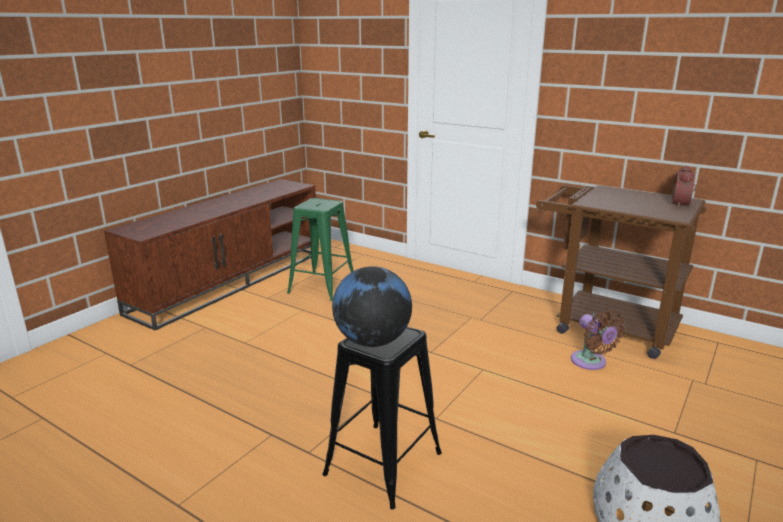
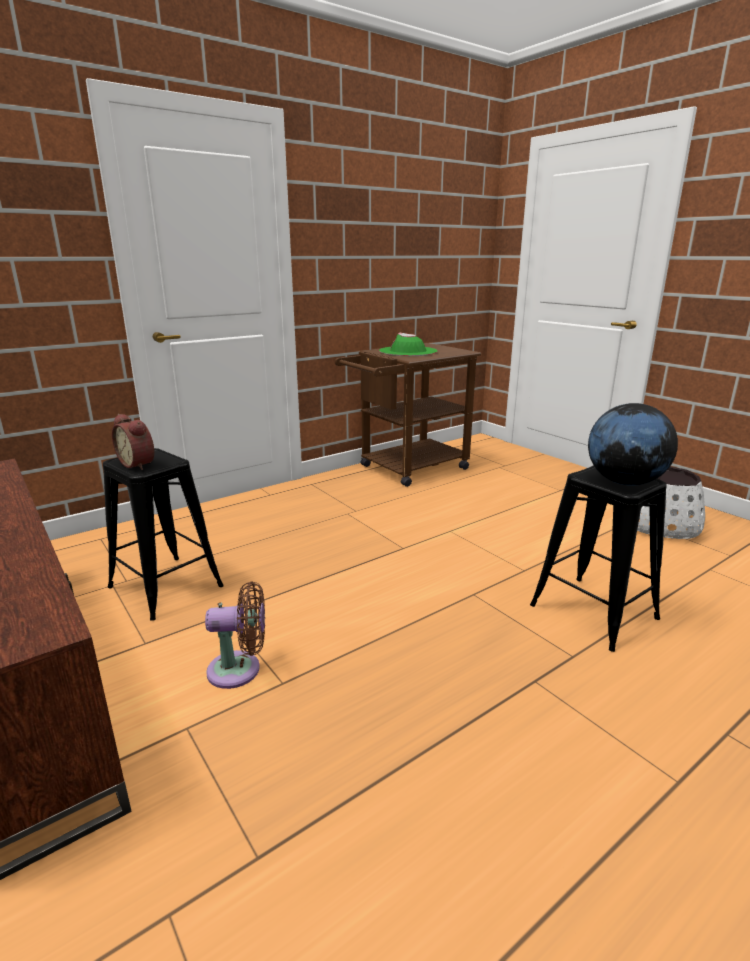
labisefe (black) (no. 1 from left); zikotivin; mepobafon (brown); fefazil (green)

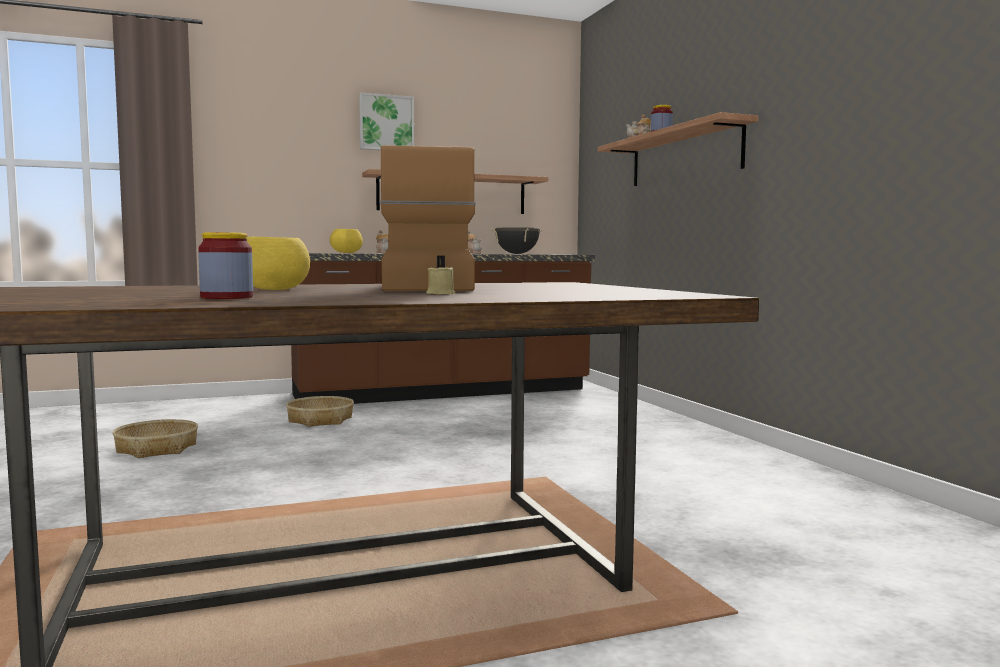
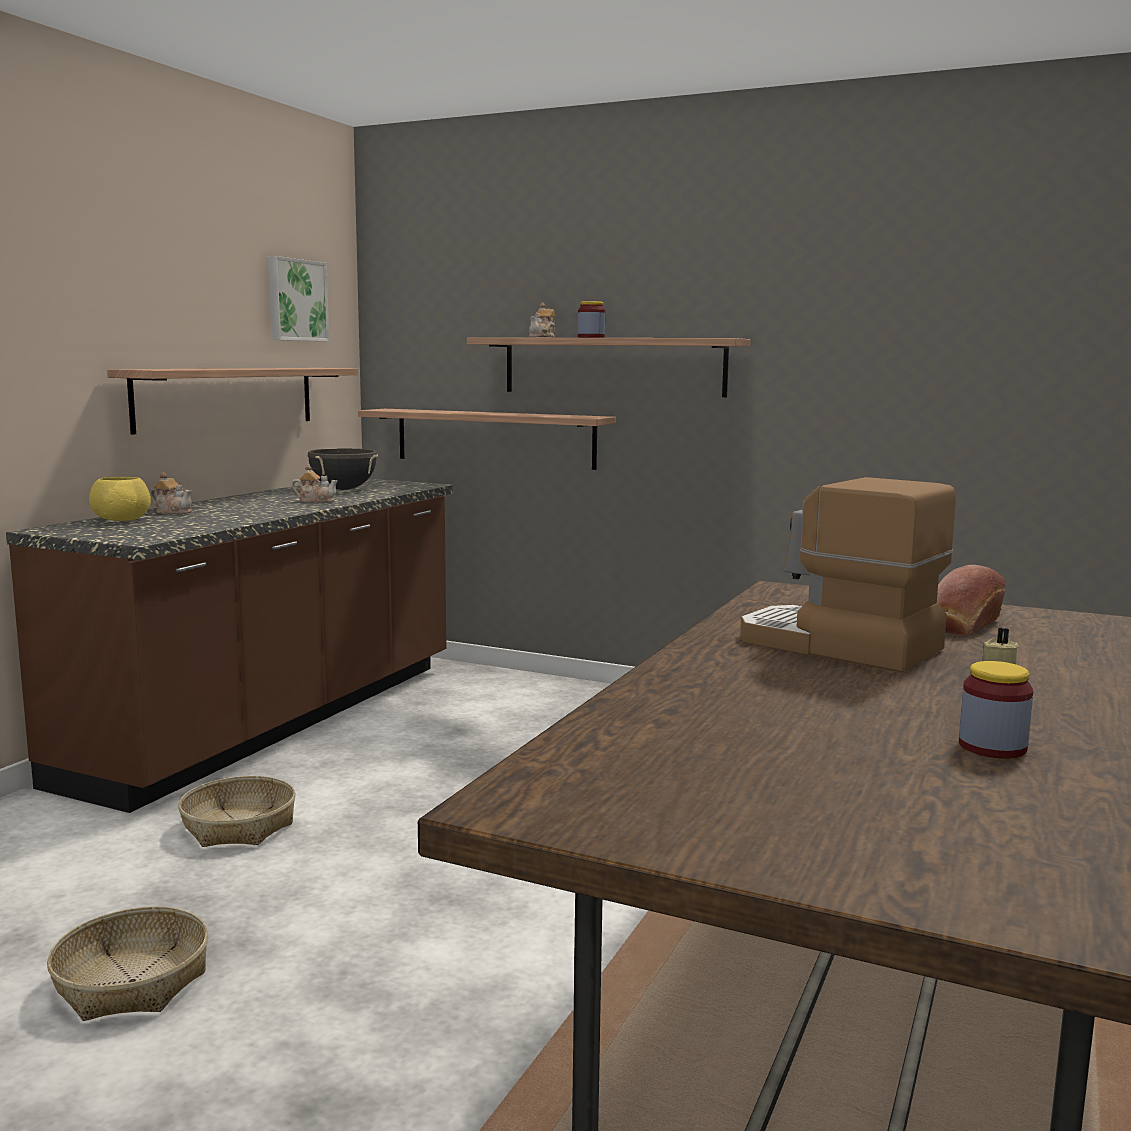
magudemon; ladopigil (no. 2 from left); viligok; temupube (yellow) (no. 1 from left in the first image)

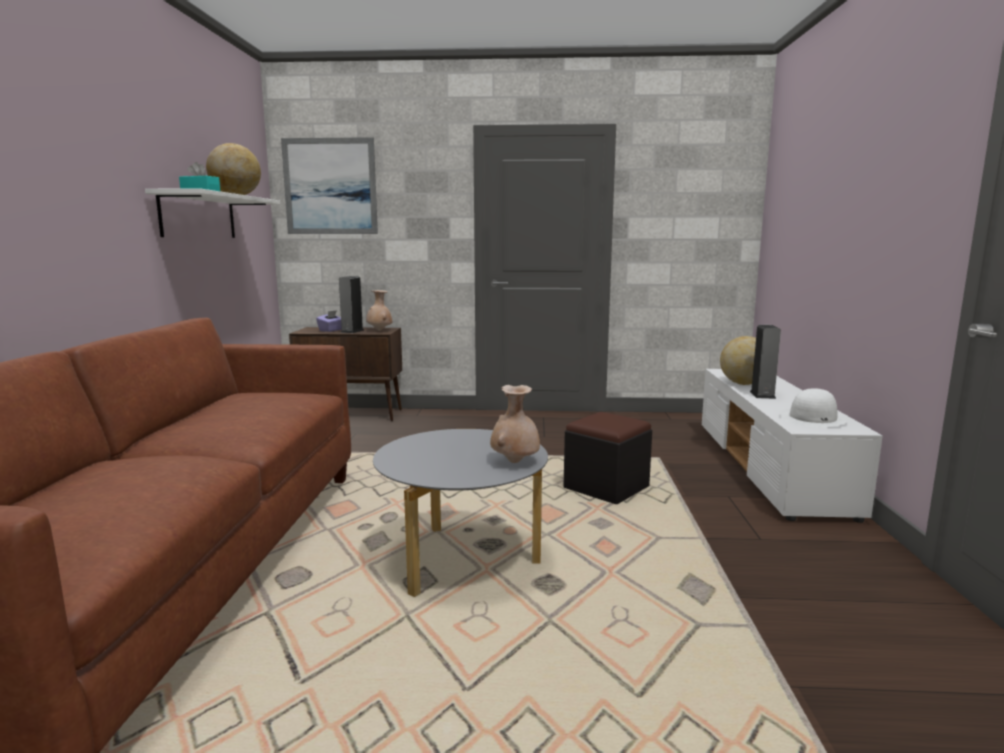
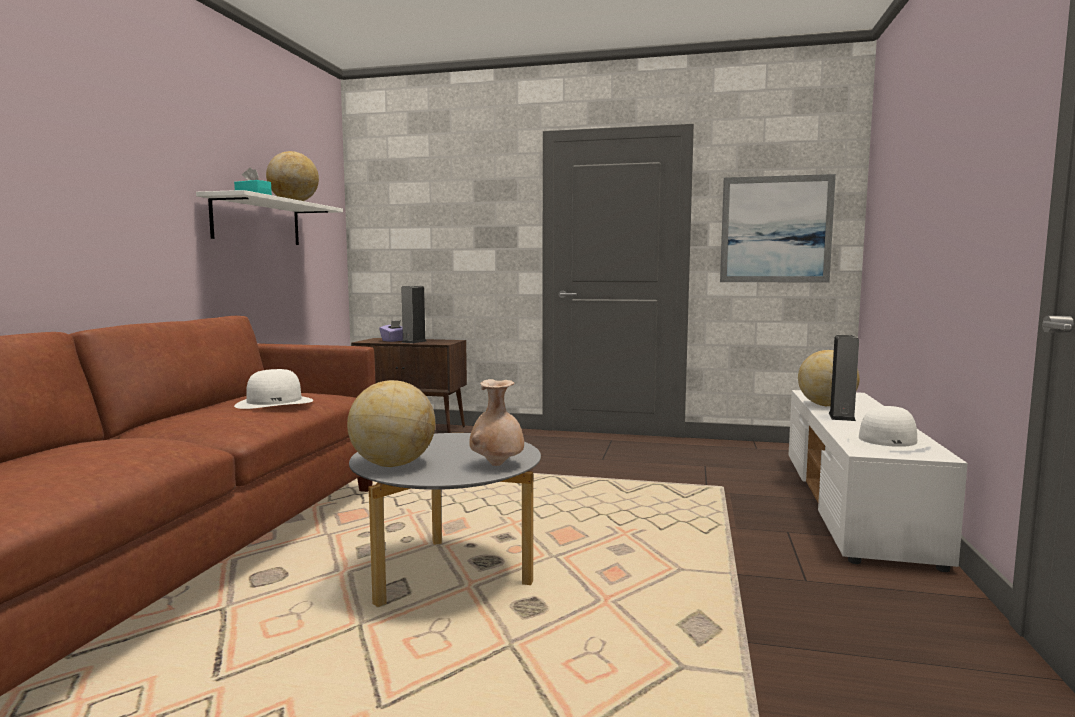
fefazil (white) (no. 1 from left); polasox (no. 2 from left); magudemon; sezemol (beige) (no. 1 from left in the first image); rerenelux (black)

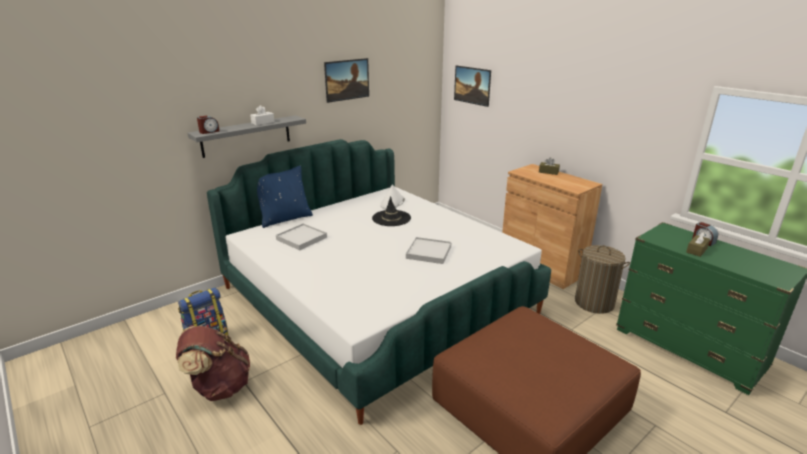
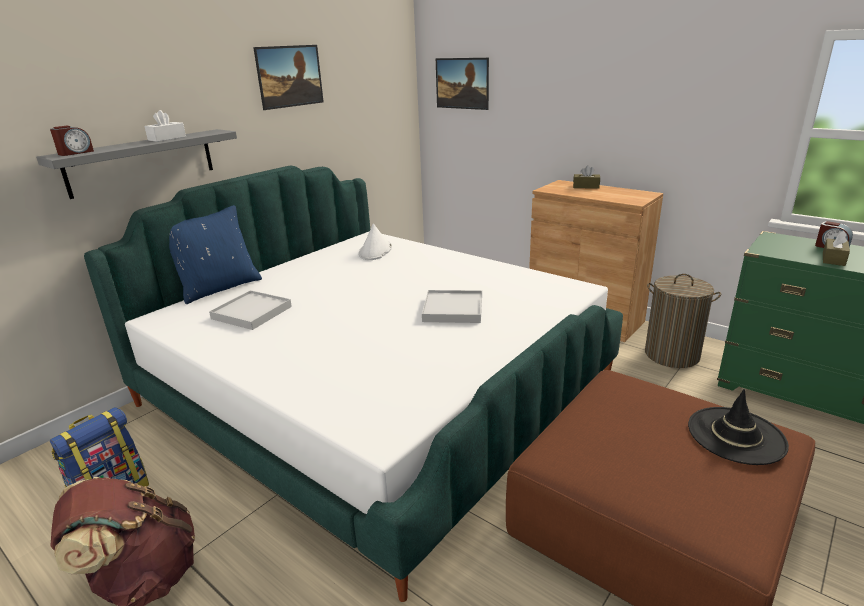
fefazil (black)

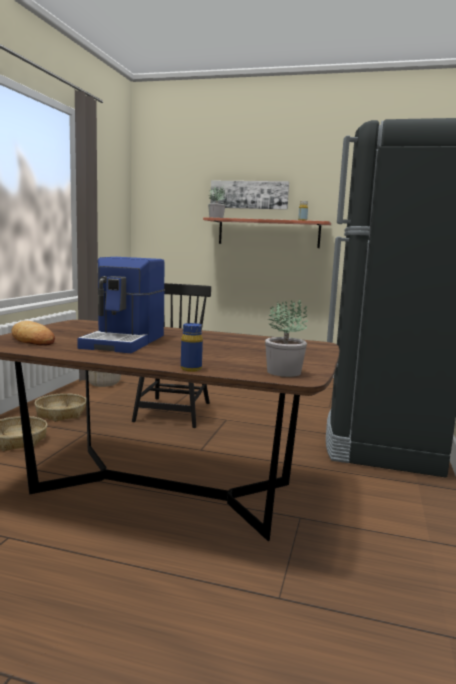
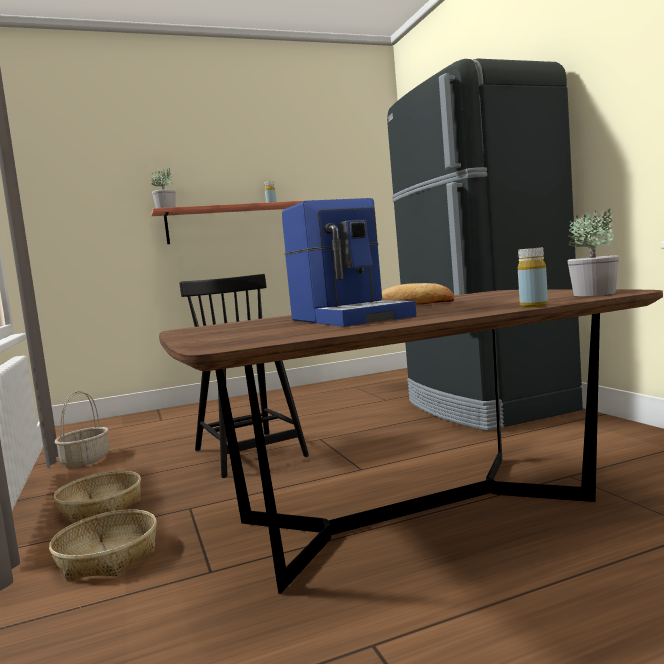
viligok; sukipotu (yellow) (no. 2 from left); magudemon

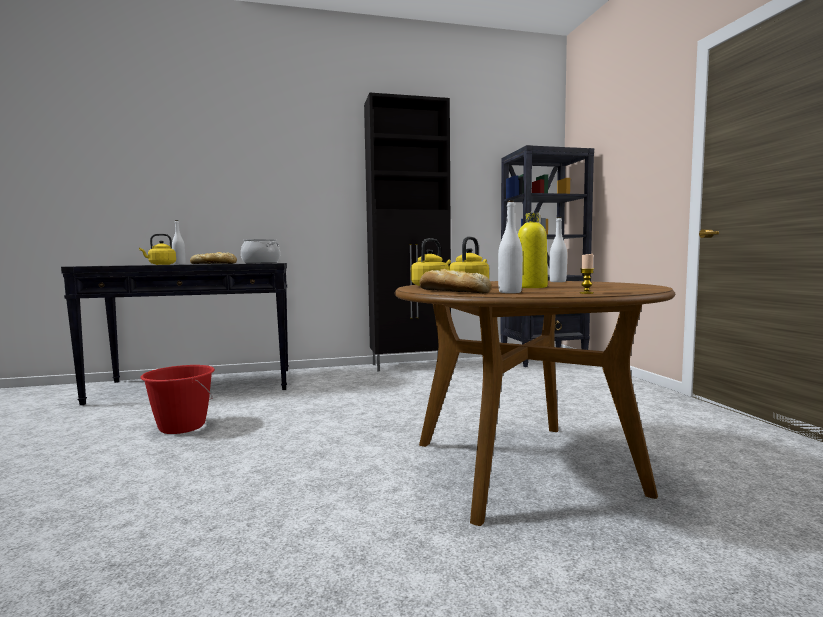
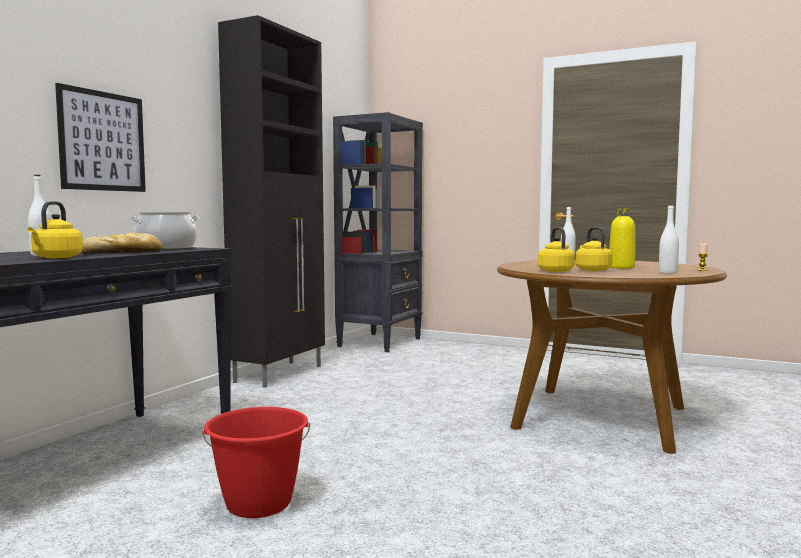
magudemon; viligok (no. 2 from left in the first image)

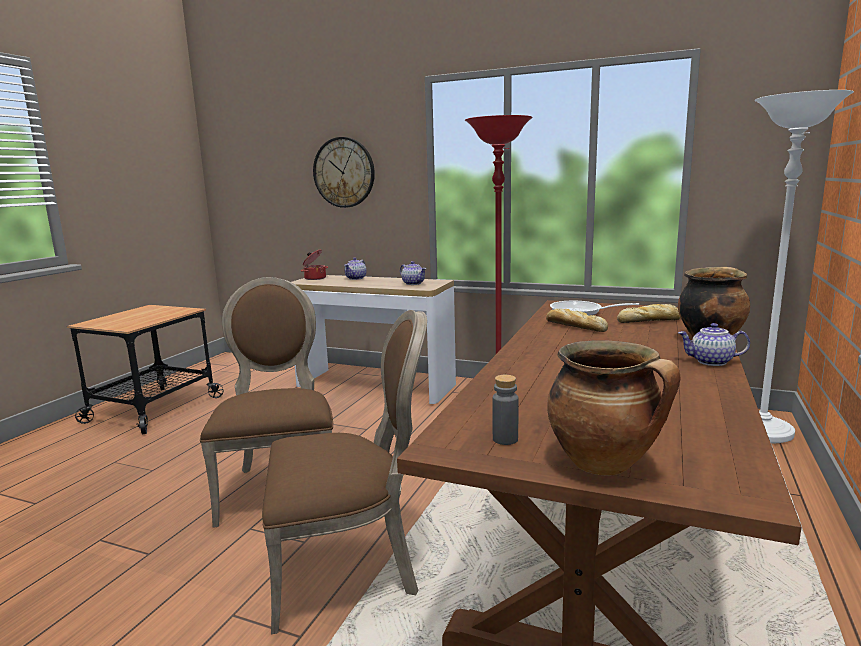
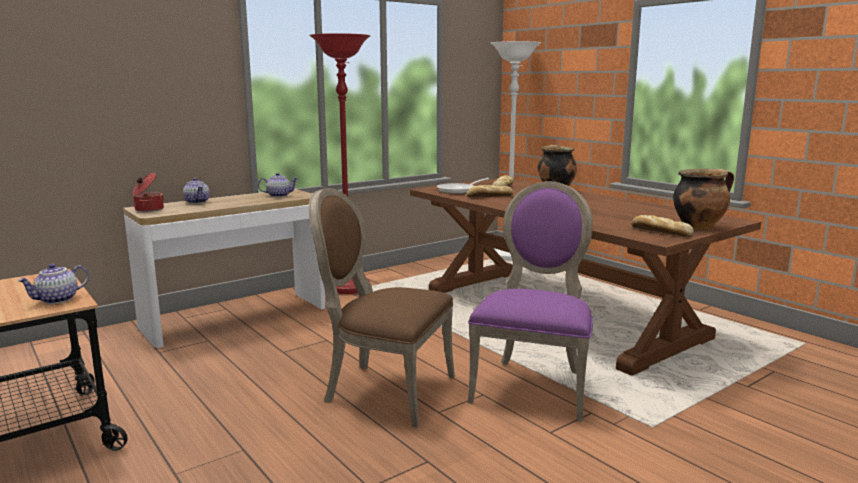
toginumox (no. 1 from left); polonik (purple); viligok (no. 3 from left); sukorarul

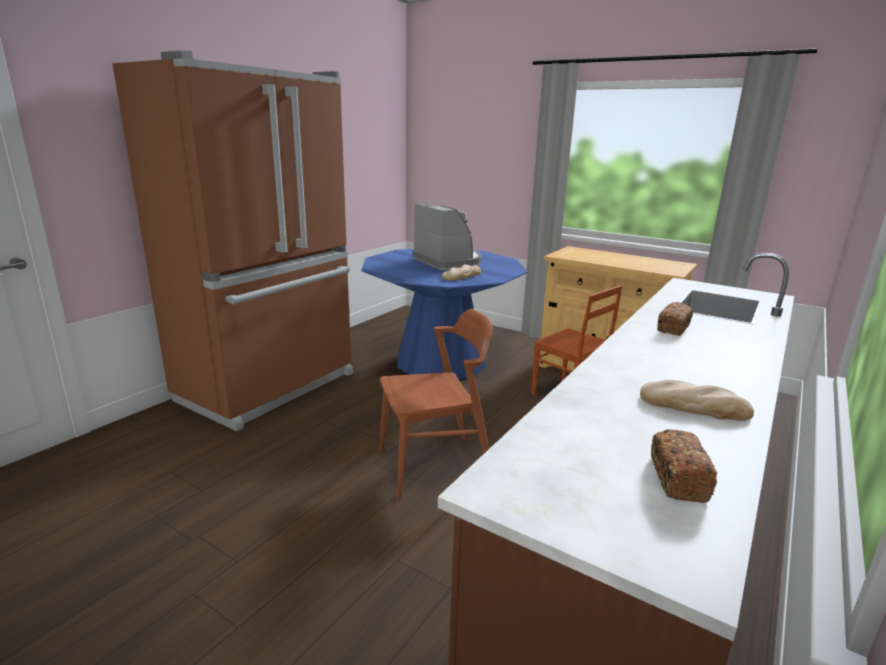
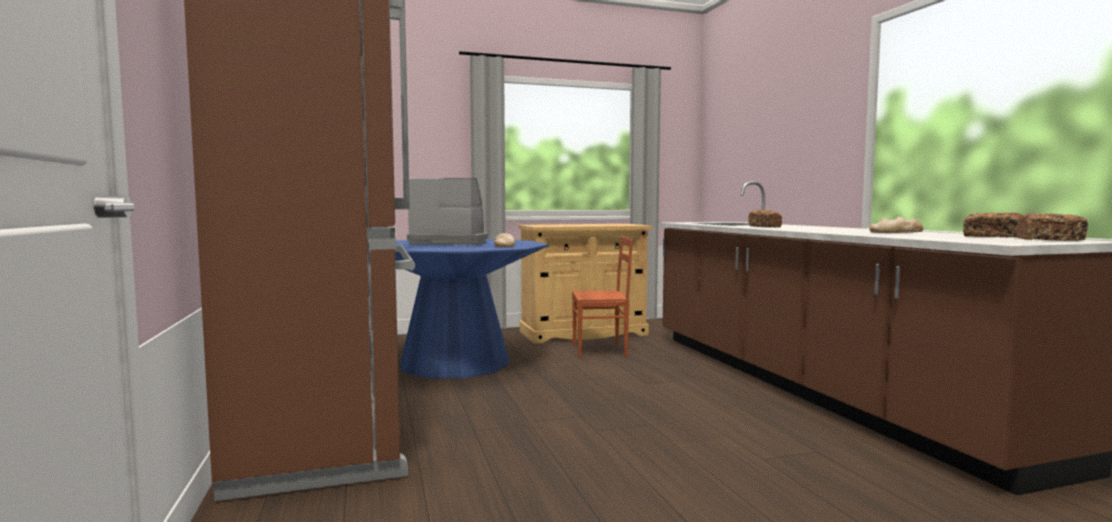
viligok (no. 5 from left); polonik (brown) (no. 1 from left in the first image)

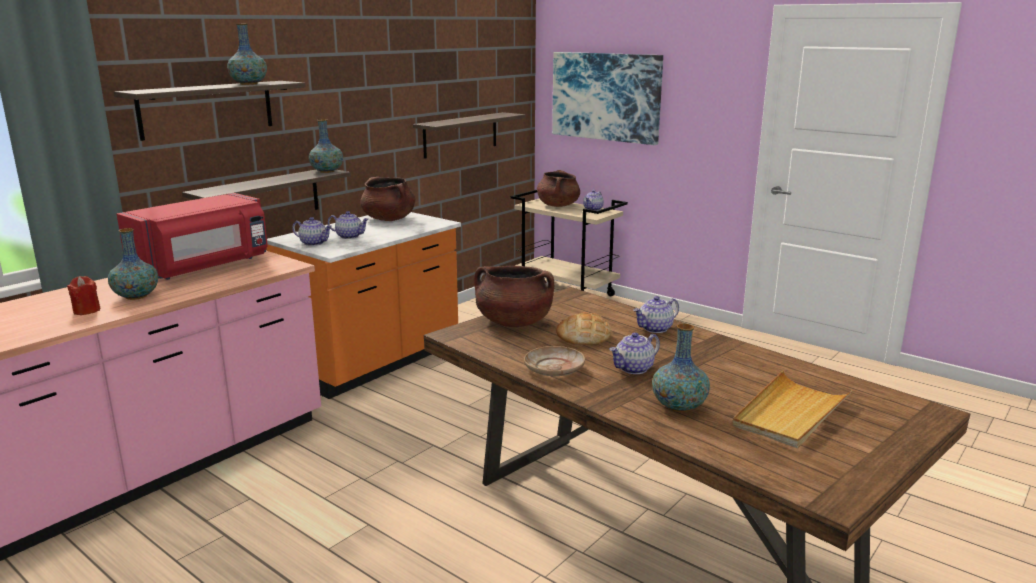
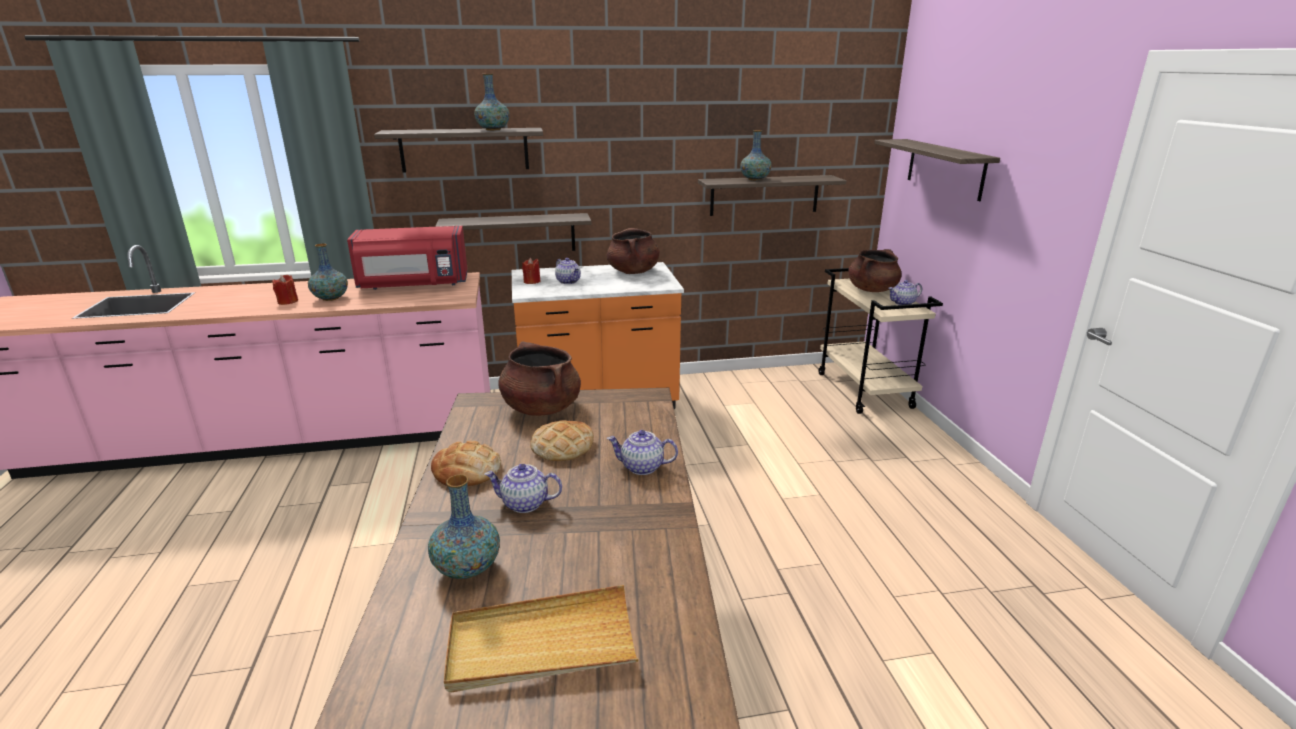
viligok (no. 1 from left); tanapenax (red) (no. 2 from left); sezemol (no. 4 from left); ladopigil (no. 4 from left)

